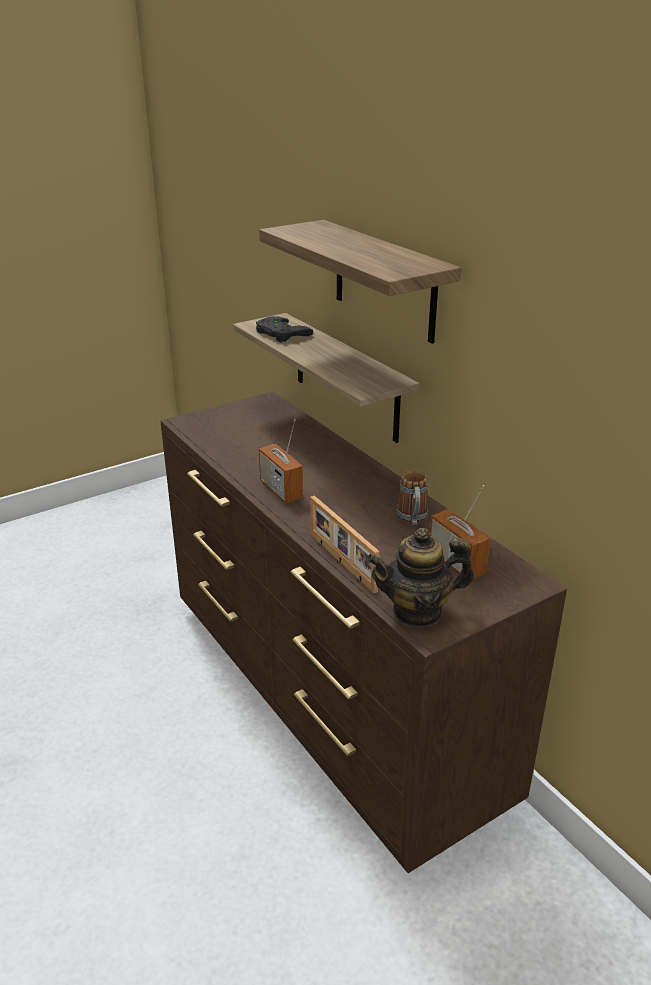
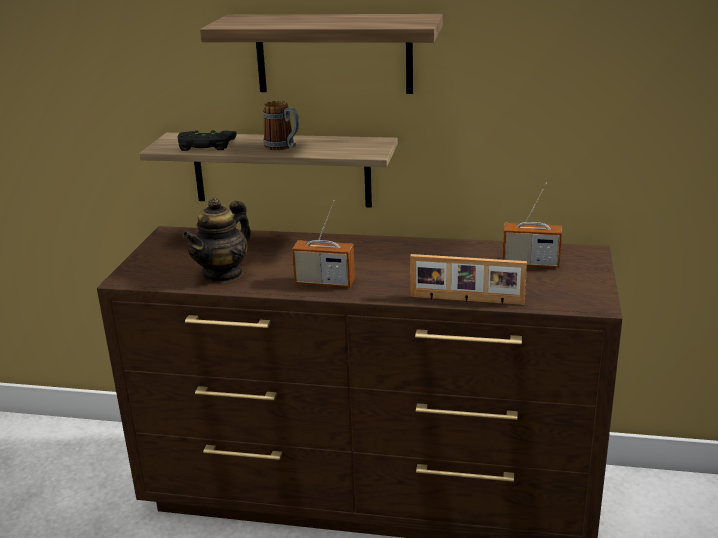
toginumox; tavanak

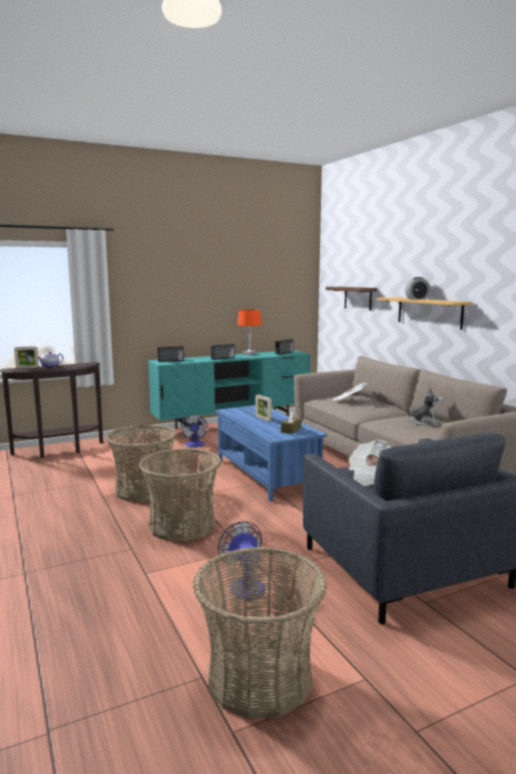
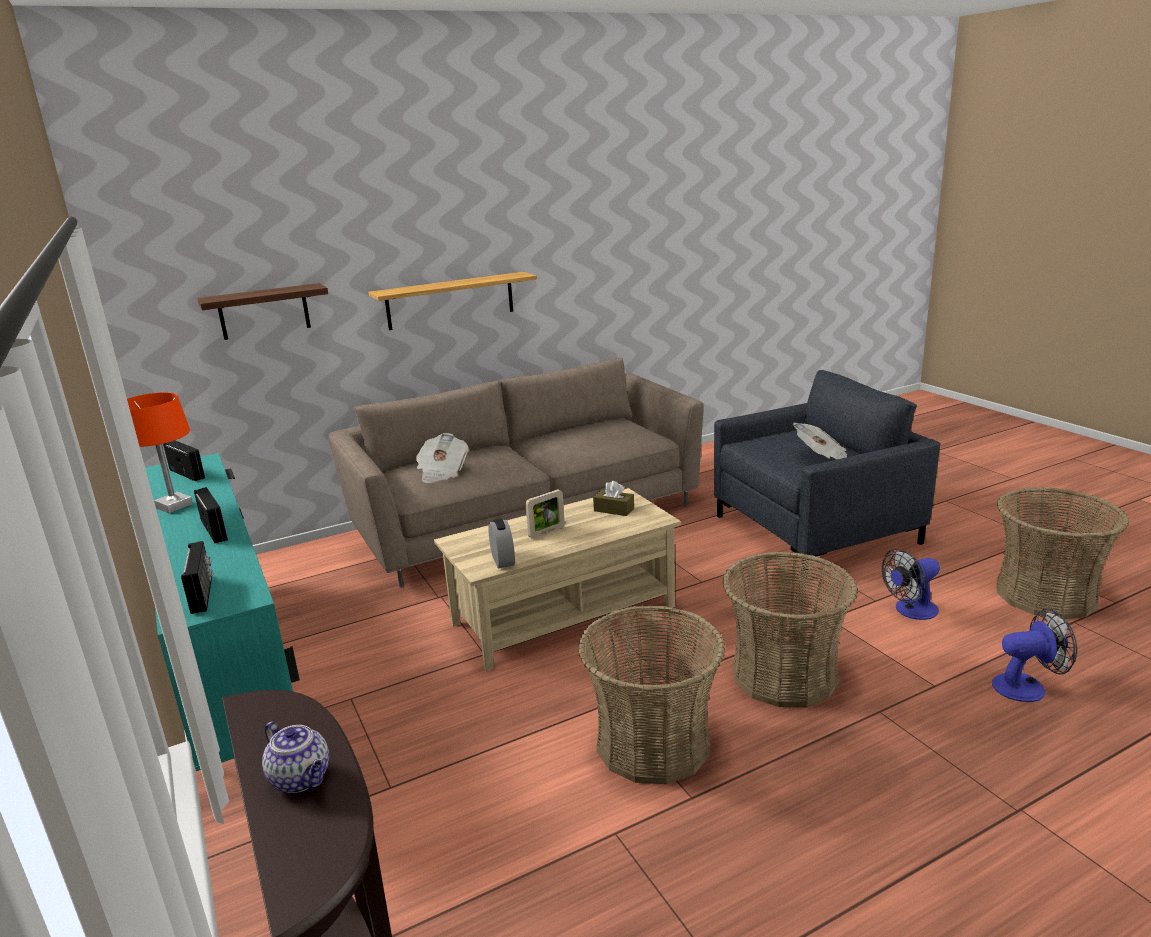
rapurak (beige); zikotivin; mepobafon (no. 2 from left); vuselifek (no. 1 from left in the first image); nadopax

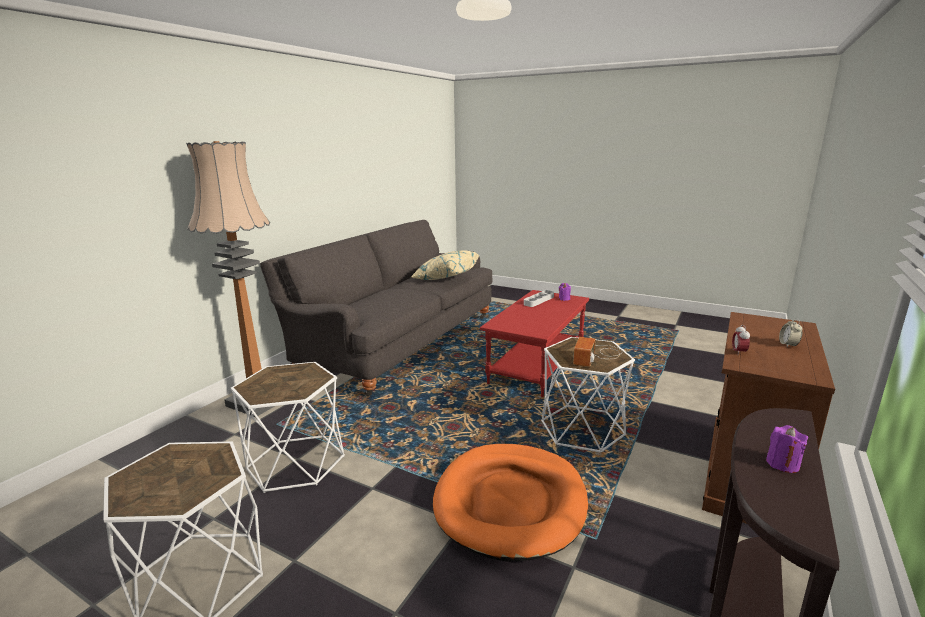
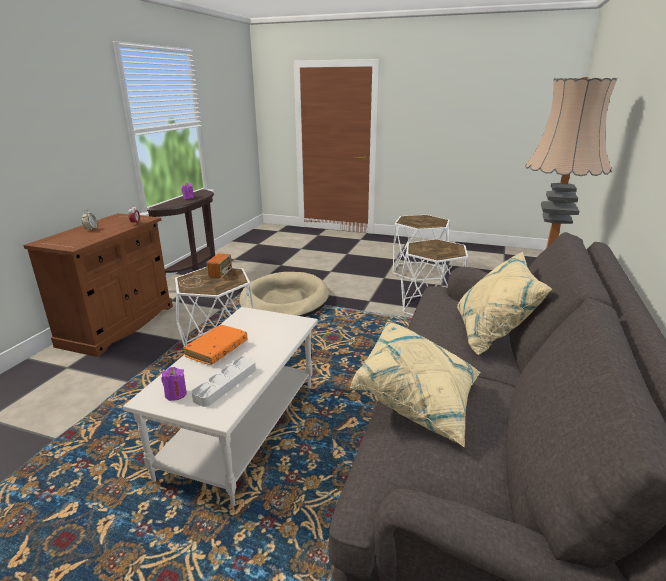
rapurak (white); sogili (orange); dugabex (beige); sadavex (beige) (no. 2 from left)

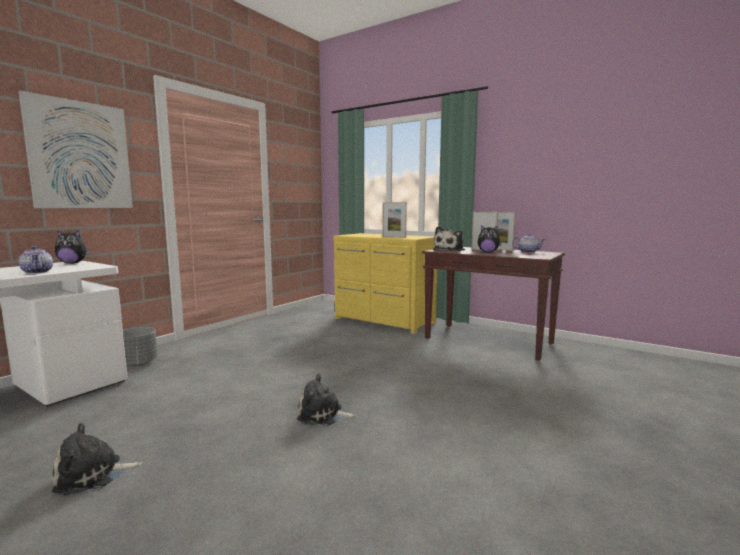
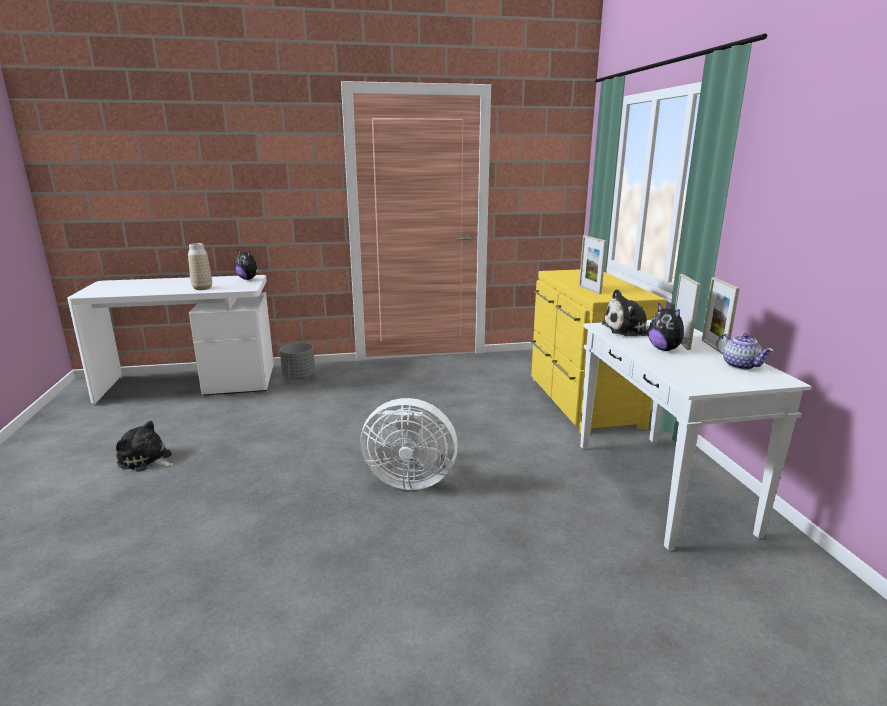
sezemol; mepobafon (white); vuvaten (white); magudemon; nadopax (no. 3 from left in the first image)

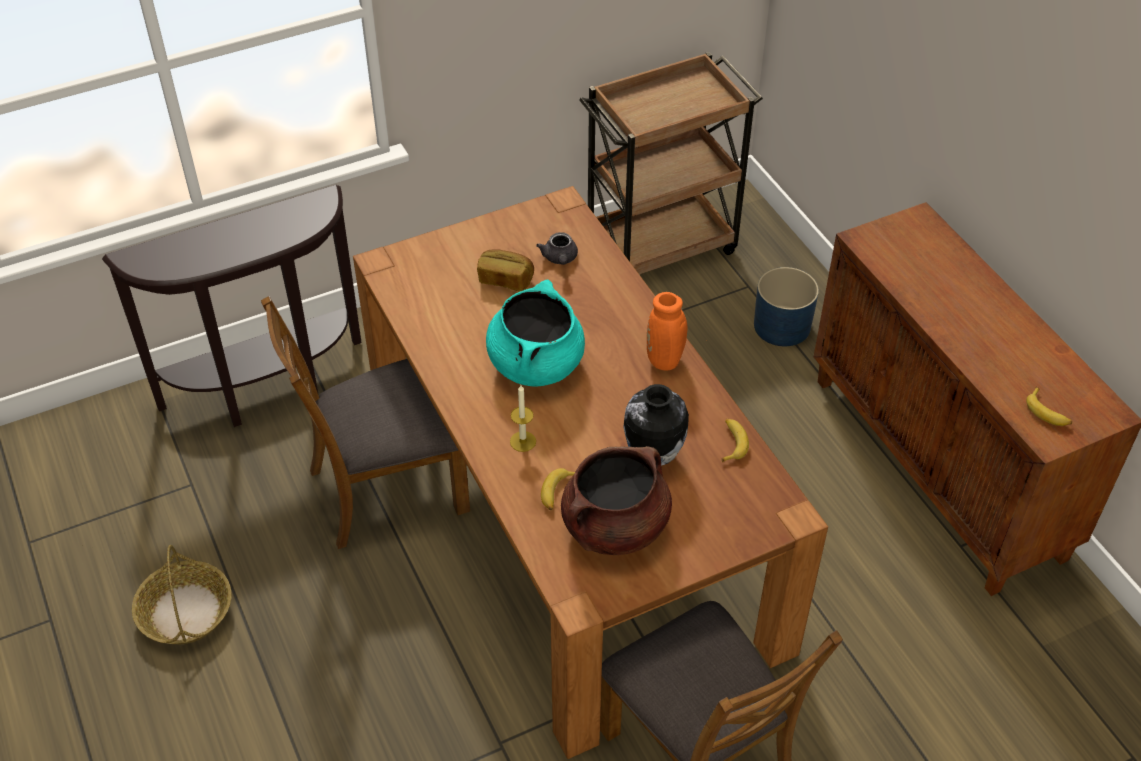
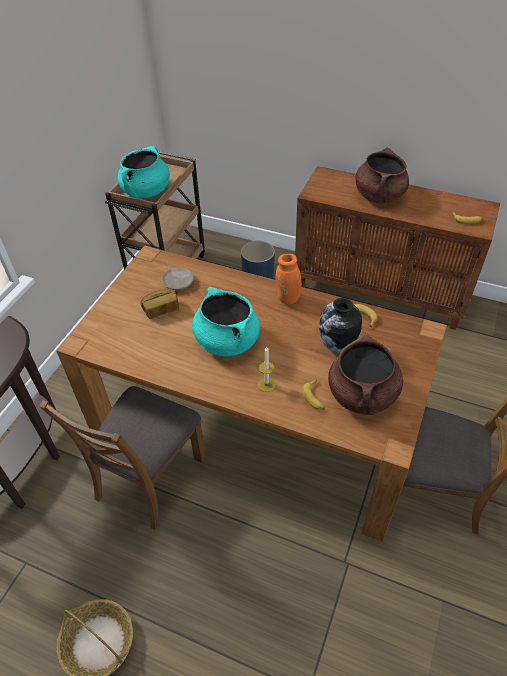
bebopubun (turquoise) (no. 1 from left); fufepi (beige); bebopubun (brown) (no. 2 from left)

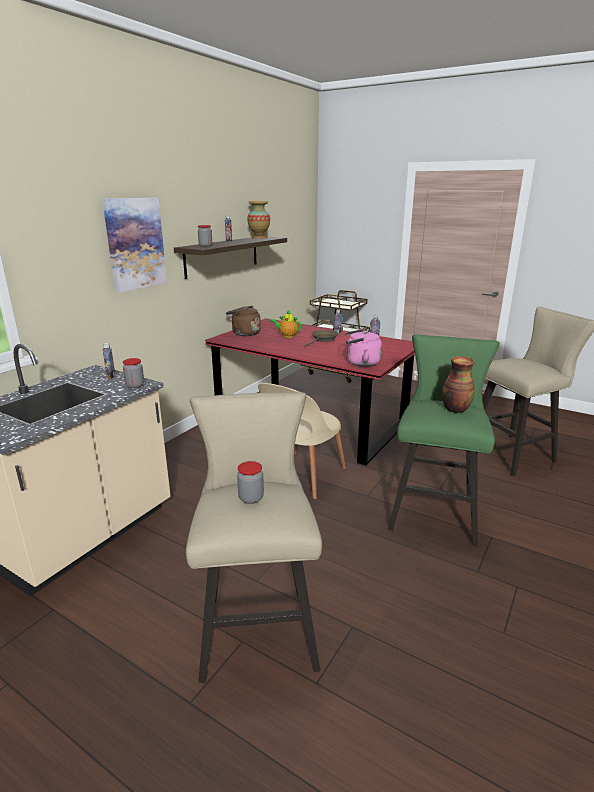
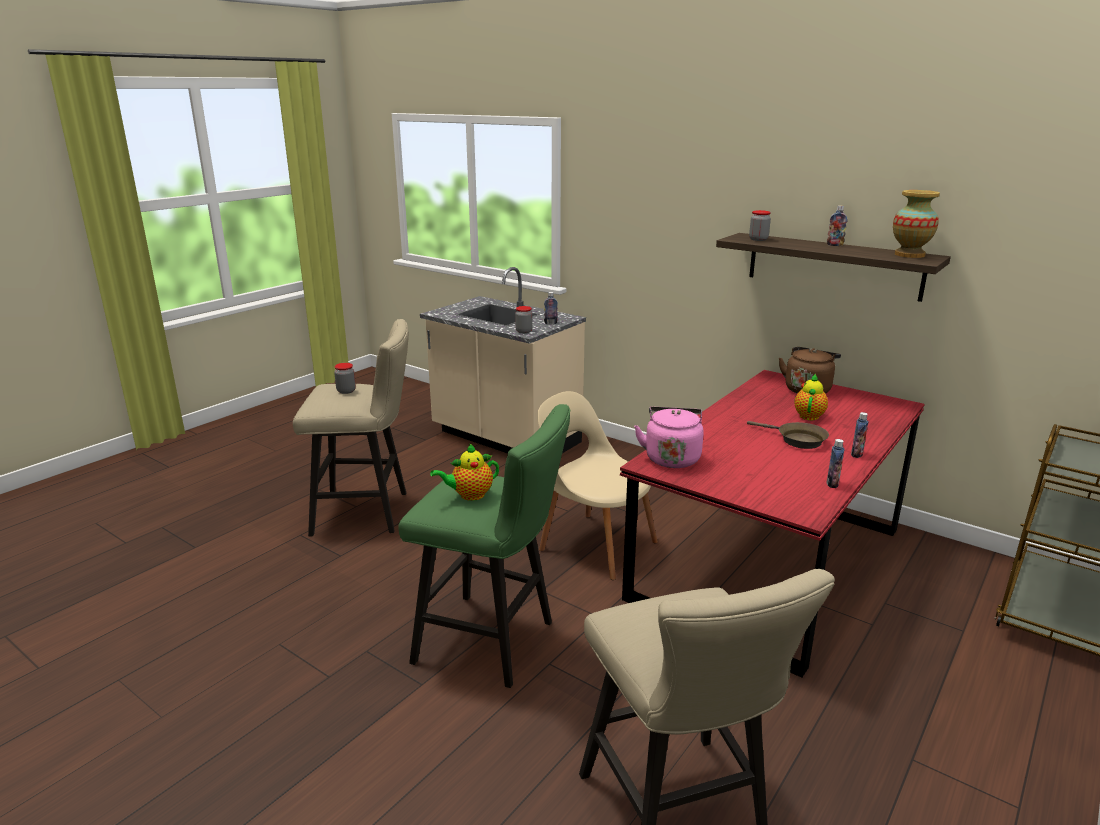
toginumox (no. 1 from left); magudemon

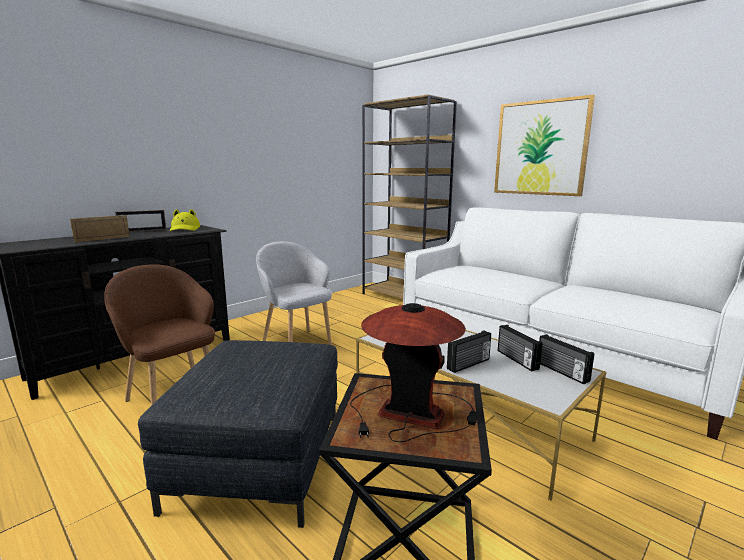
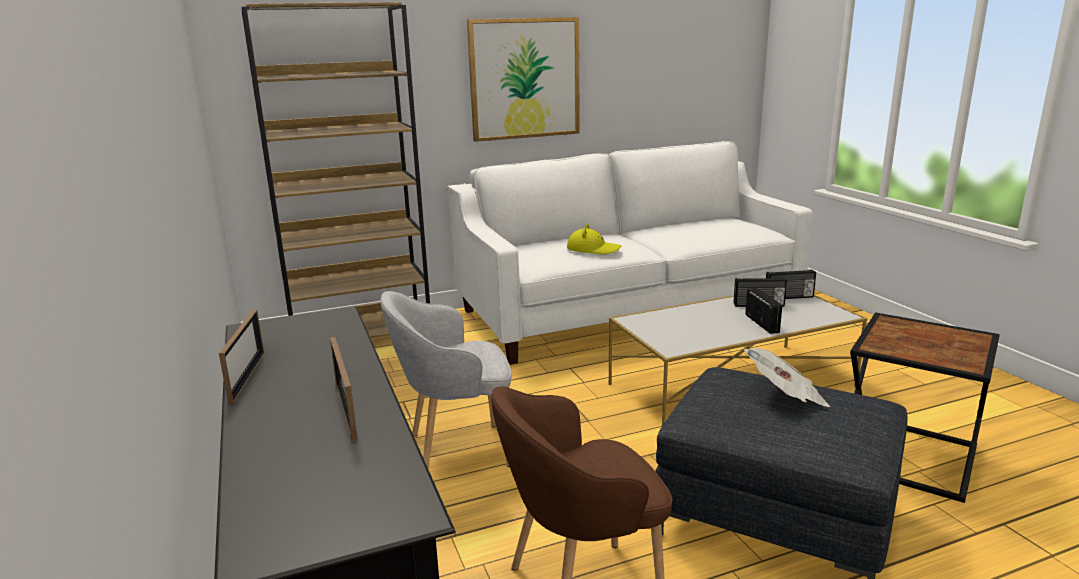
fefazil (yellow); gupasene; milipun

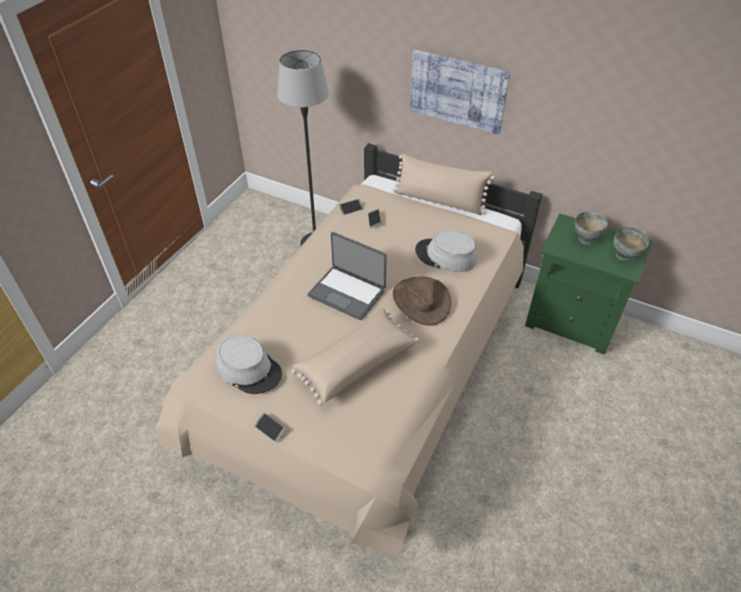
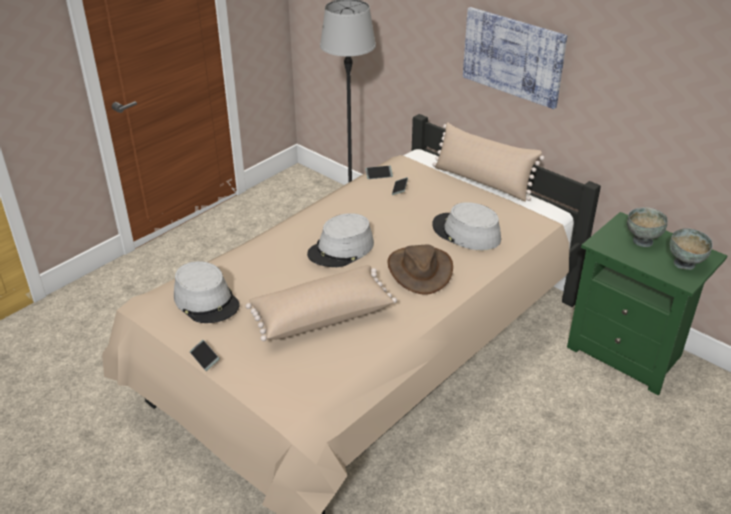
fefazil (grey) (no. 2 from left)

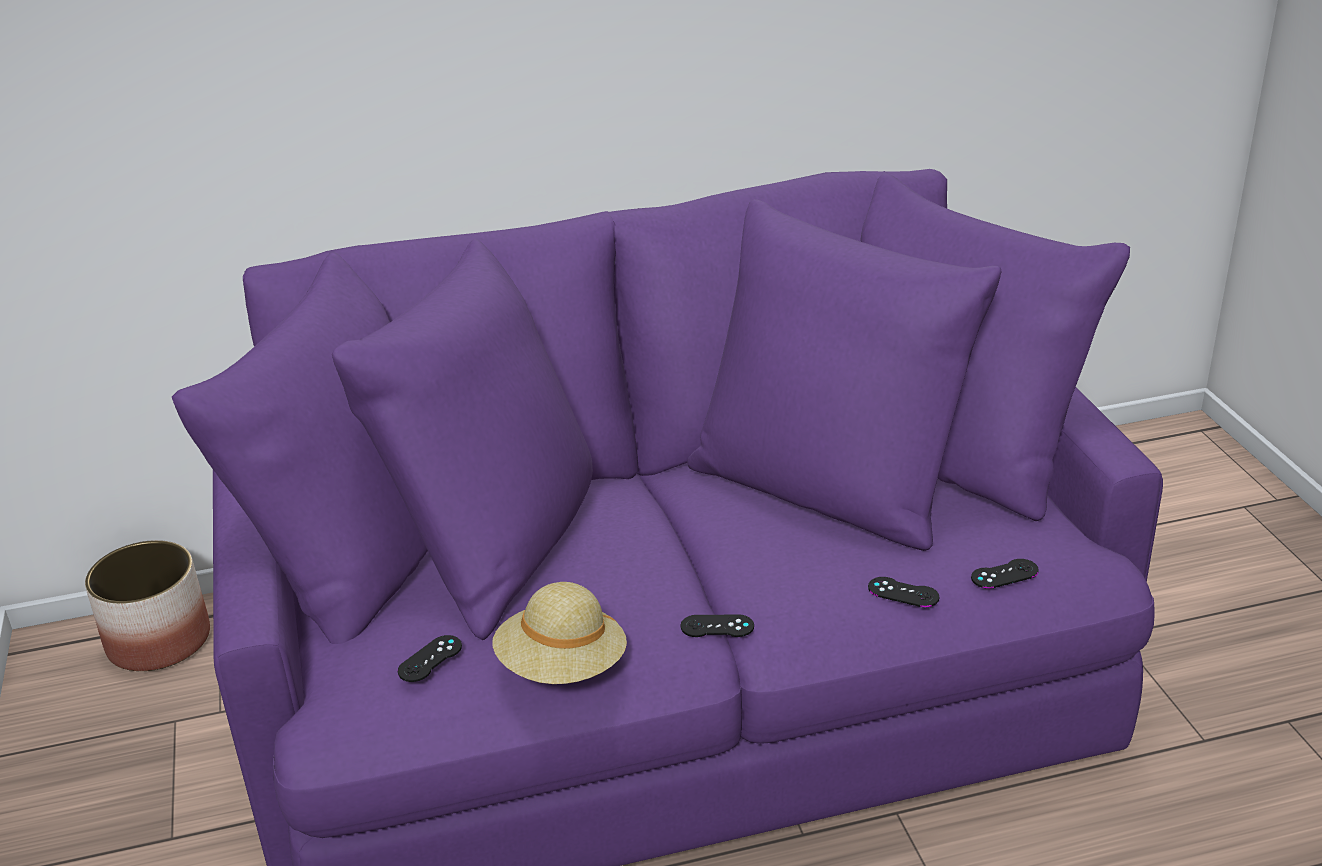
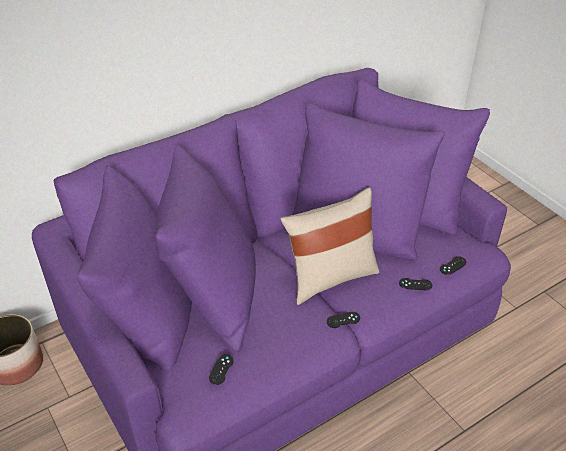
sadavex (beige); fefazil (beige)

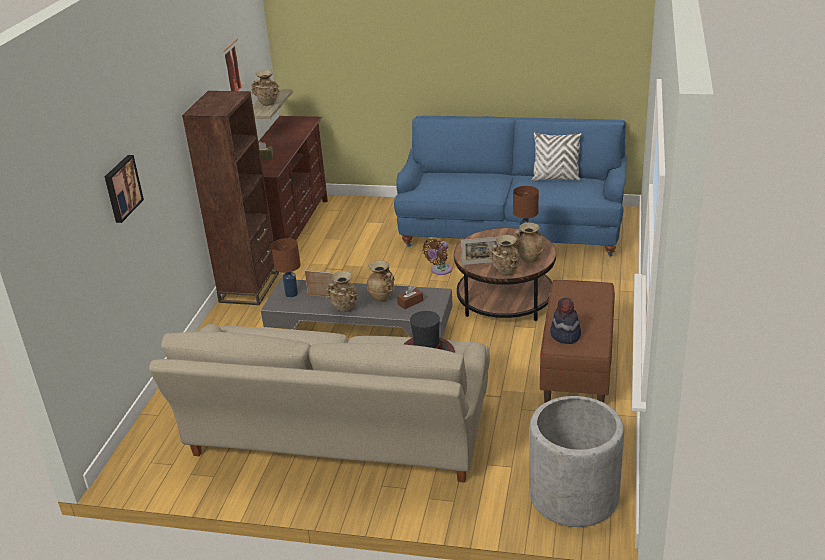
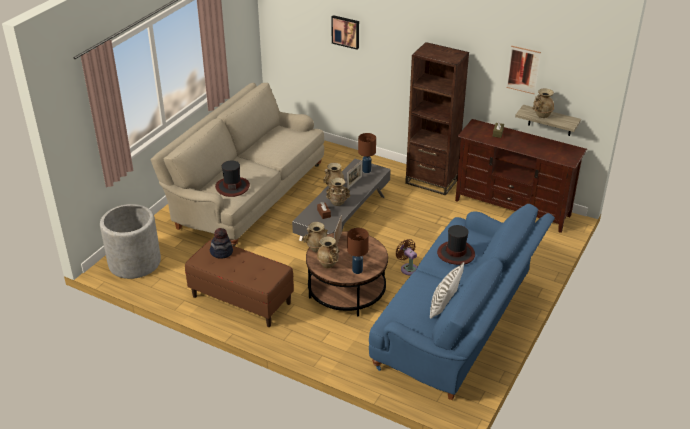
fefazil (no. 3 from left)

